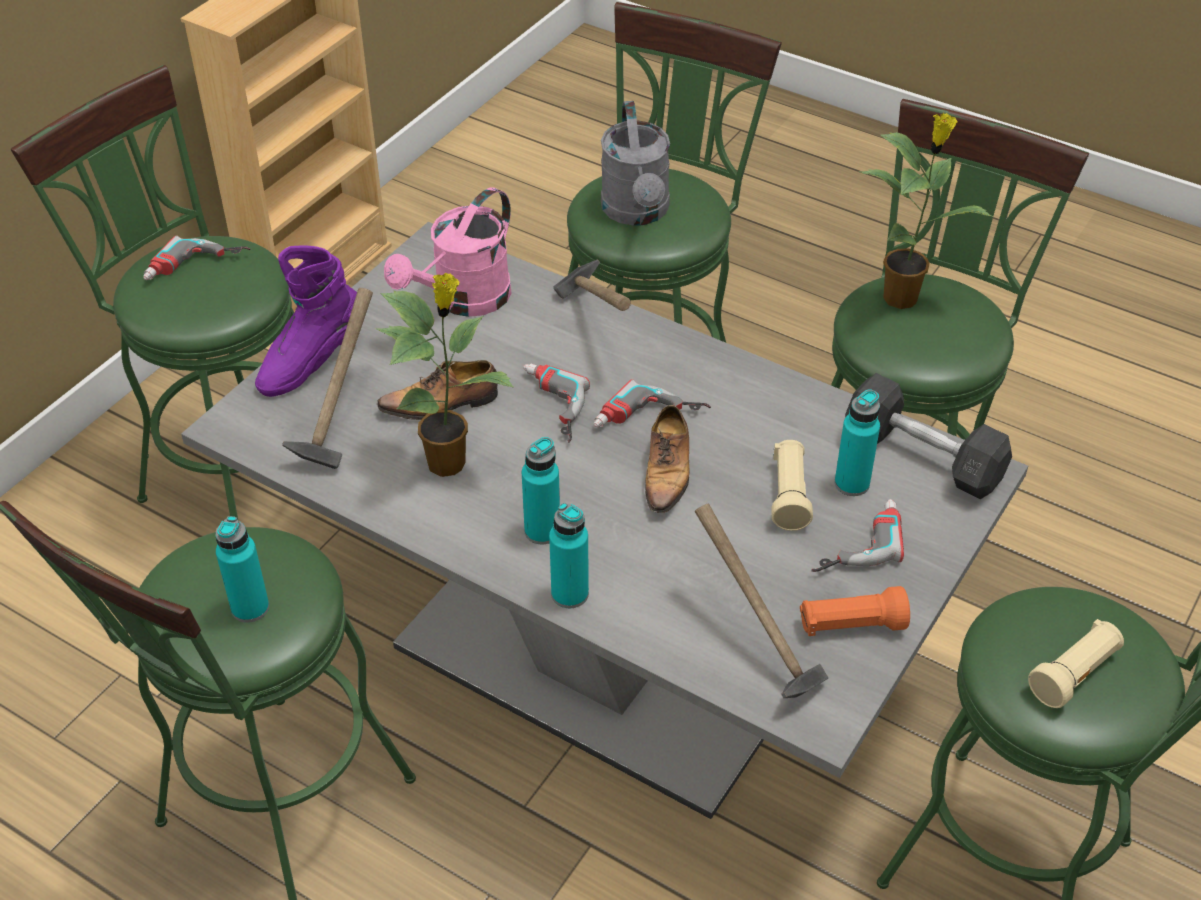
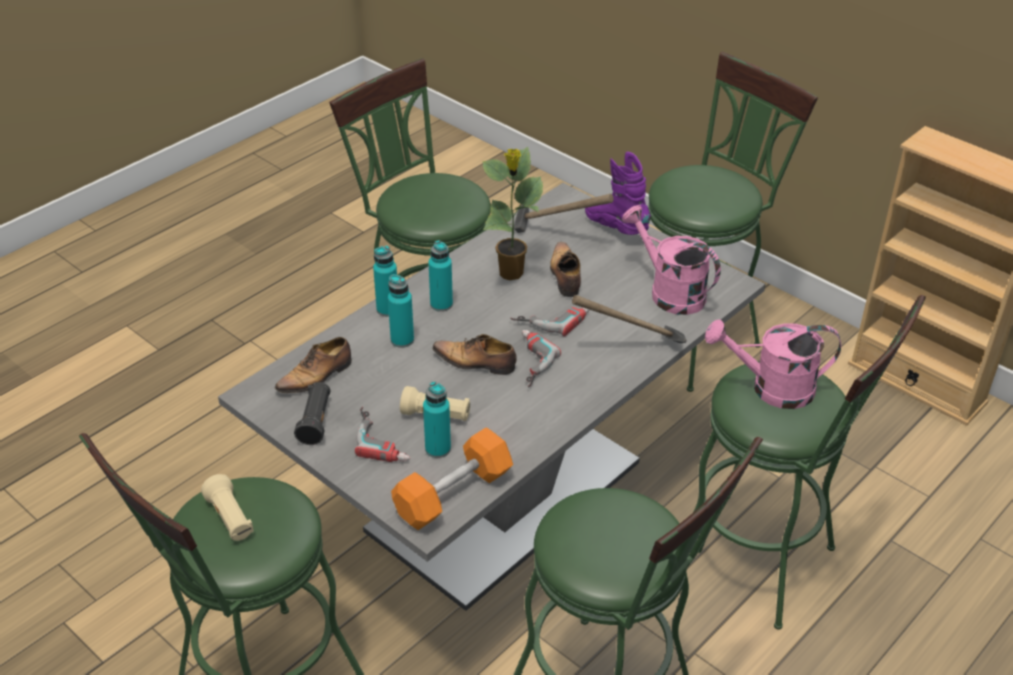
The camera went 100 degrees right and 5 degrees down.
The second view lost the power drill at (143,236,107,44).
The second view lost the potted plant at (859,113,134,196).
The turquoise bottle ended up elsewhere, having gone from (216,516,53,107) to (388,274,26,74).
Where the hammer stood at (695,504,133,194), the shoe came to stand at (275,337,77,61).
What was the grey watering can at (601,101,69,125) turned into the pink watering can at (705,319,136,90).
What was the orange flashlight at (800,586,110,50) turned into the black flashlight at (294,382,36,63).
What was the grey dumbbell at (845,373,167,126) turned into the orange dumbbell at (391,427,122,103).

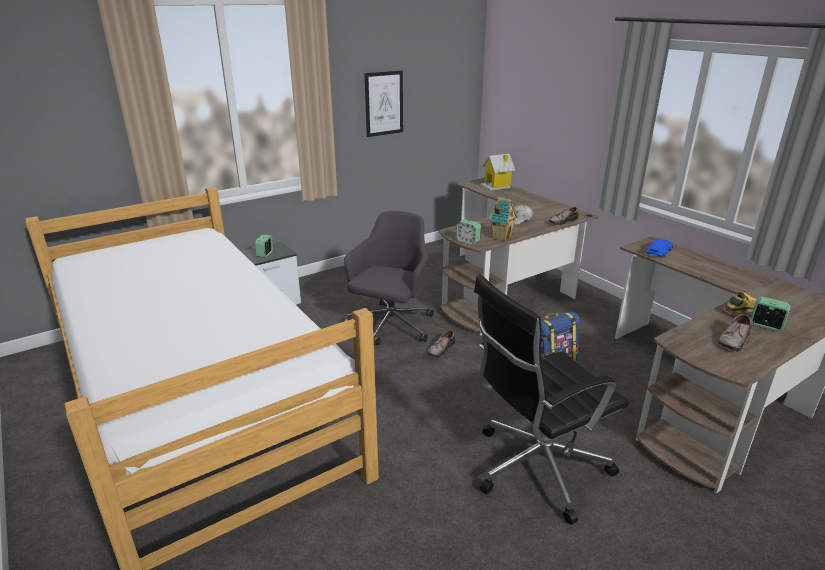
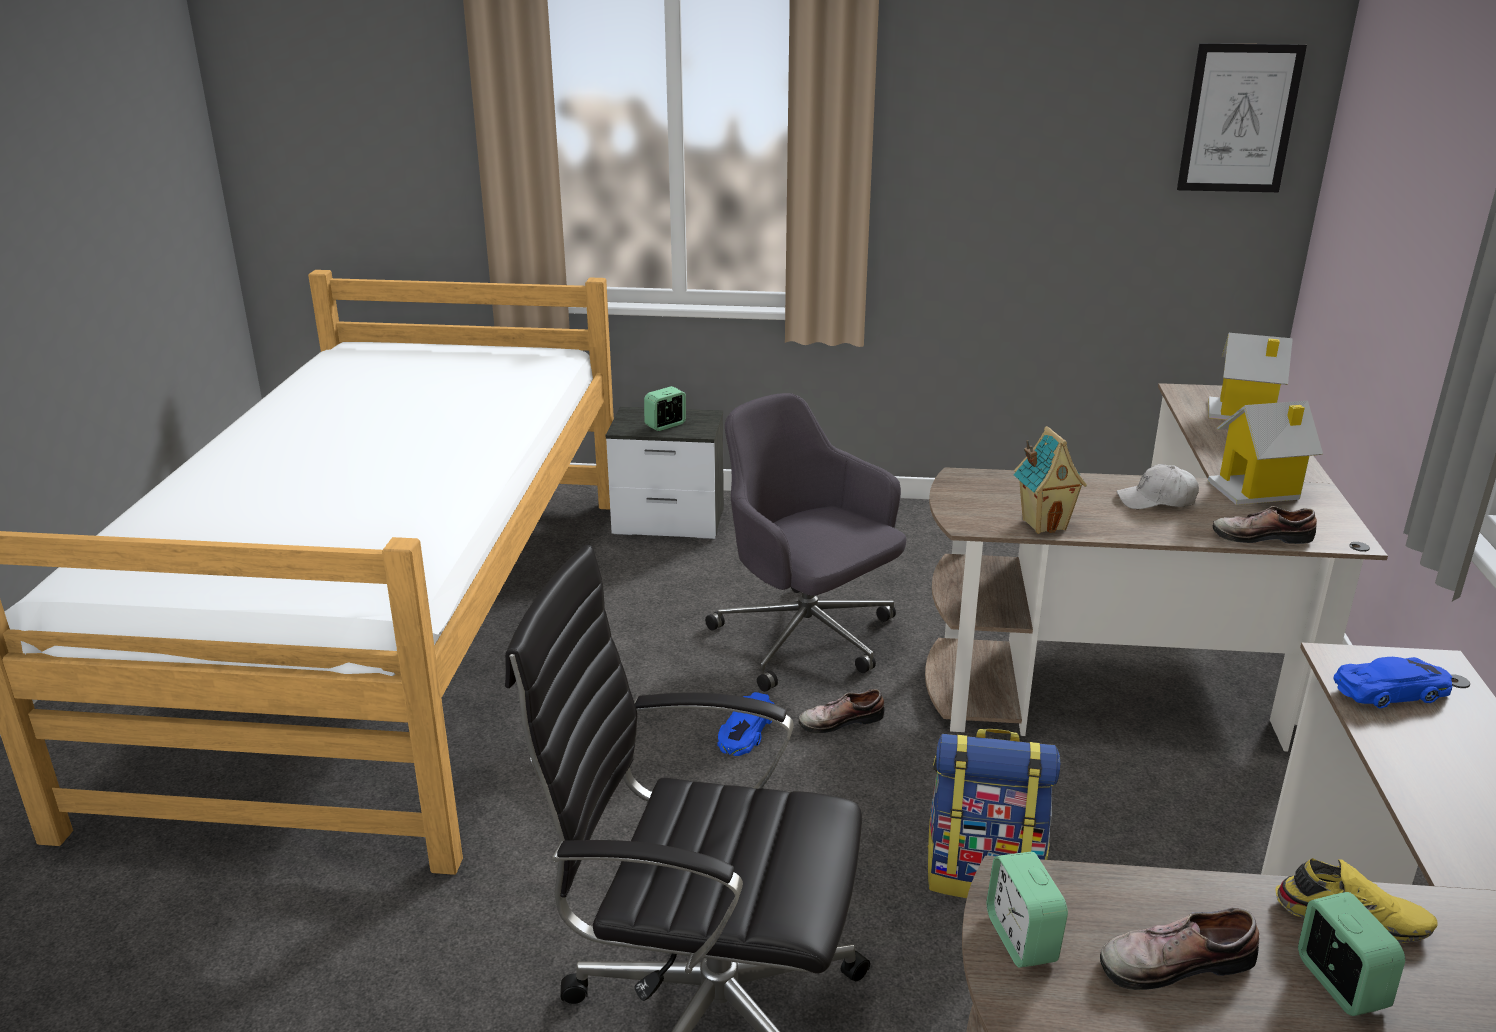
The camera went 40 degrees right and 0 degrees up.
The second view gained the blue toy car at (718,692,56,64).
The second view gained the toy house at (1208,401,115,104).
The picture ended up elsewhere, having gone from (364,70,39,67) to (1177,43,130,149).
The alarm clock ended up elsewhere, having gone from (456,219,25,25) to (987,852,81,116).
The grey office chair at (343,211,91,134) ended up facing another way, 105 degrees counterclockwise from before.

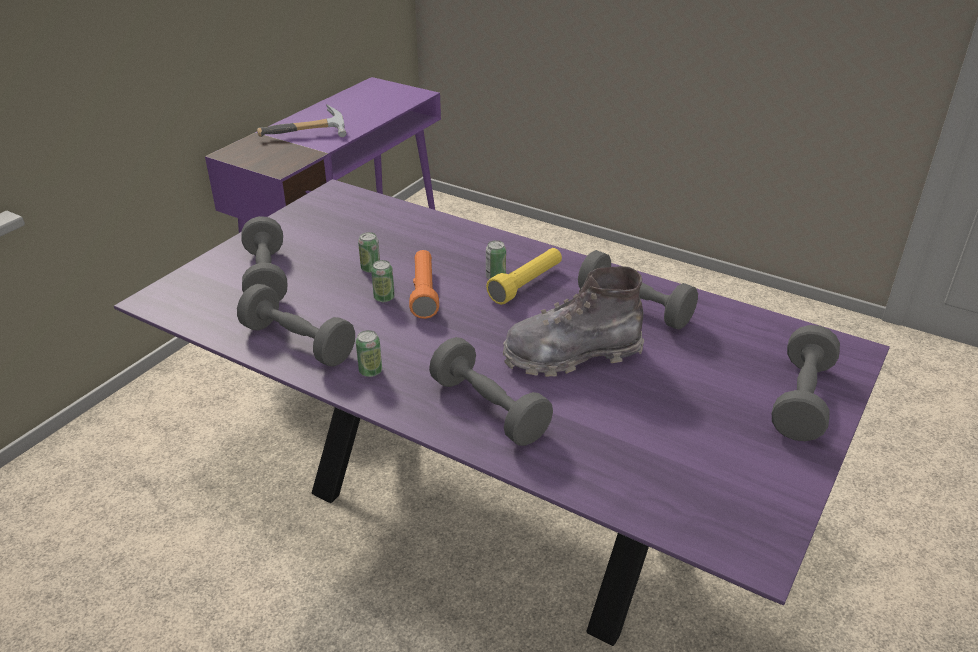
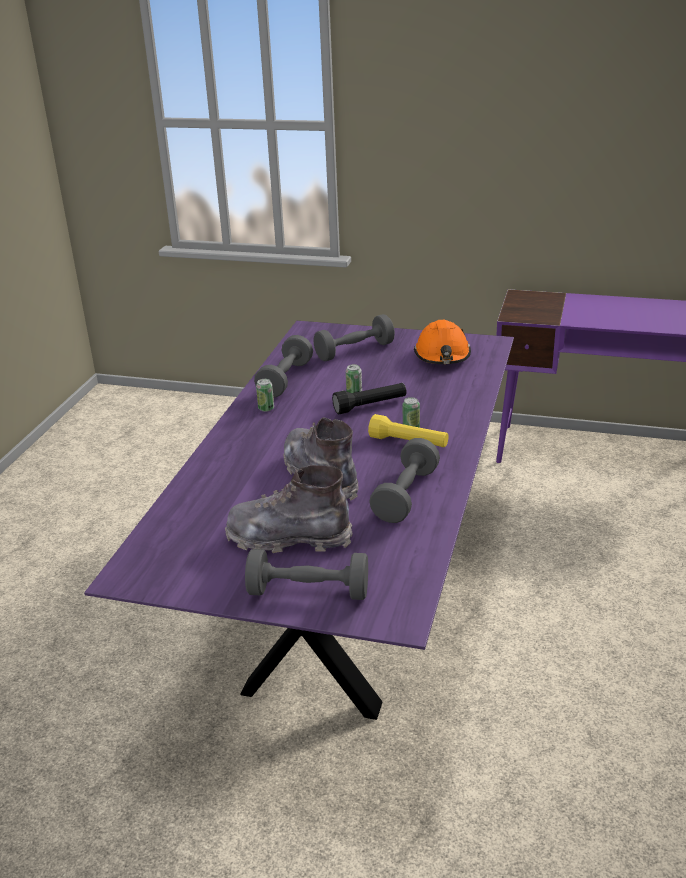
The camera went 75 degrees right and 5 degrees down.
The second view lost the hammer at (257,104,89,33).
The second view lost the can at (358,232,22,41).
The second view lost the grey dumbbell at (429,337,124,109).
The second view gained the grey boot at (225,465,128,88).
The second view gained the orange hard hat at (414,320,57,44).
What was the orange flashlight at (409,250,30,69) turned into the black flashlight at (332,383,75,32).

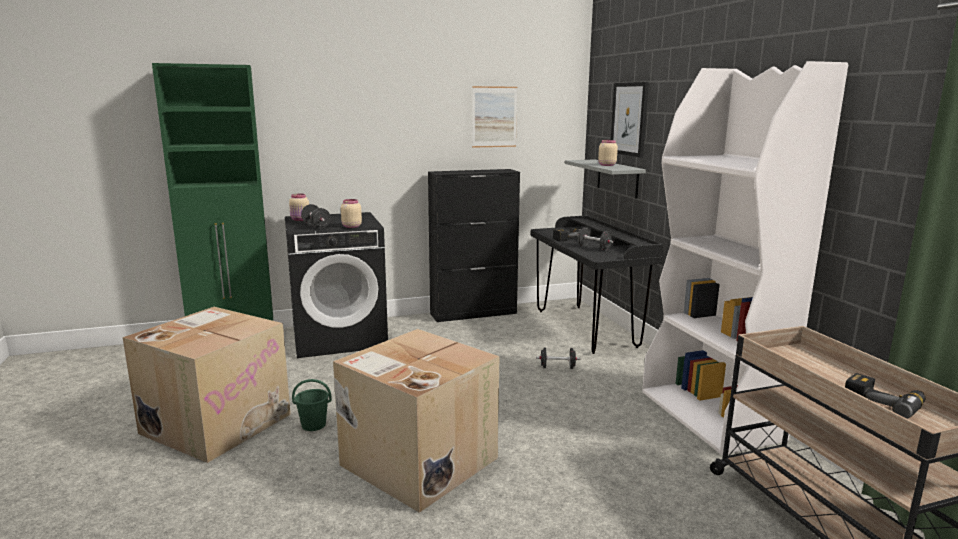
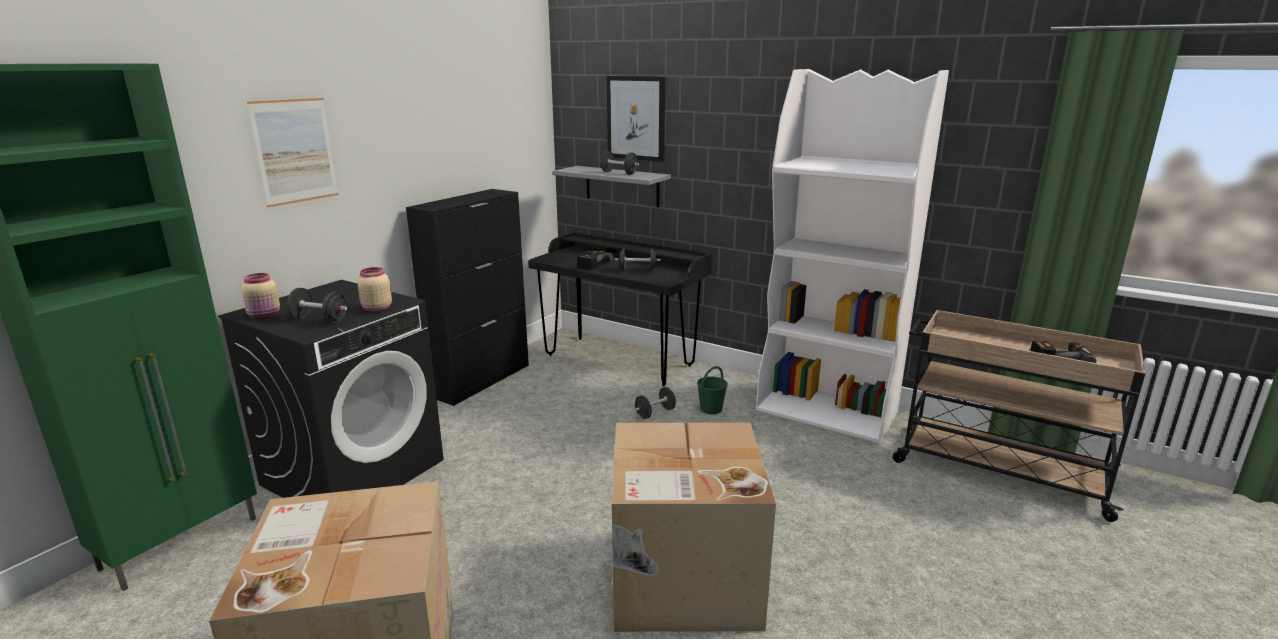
The camera went 40 degrees left and 5 degrees up.
The green bucket ended up elsewhere, having gone from (292,379,40,52) to (697,366,31,49).
The picture ended up elsewhere, having gone from (472,86,45,62) to (247,98,92,109).
Where the beige jar stood at (598,140,20,26), the black dumbbell came to stand at (600,151,39,24).

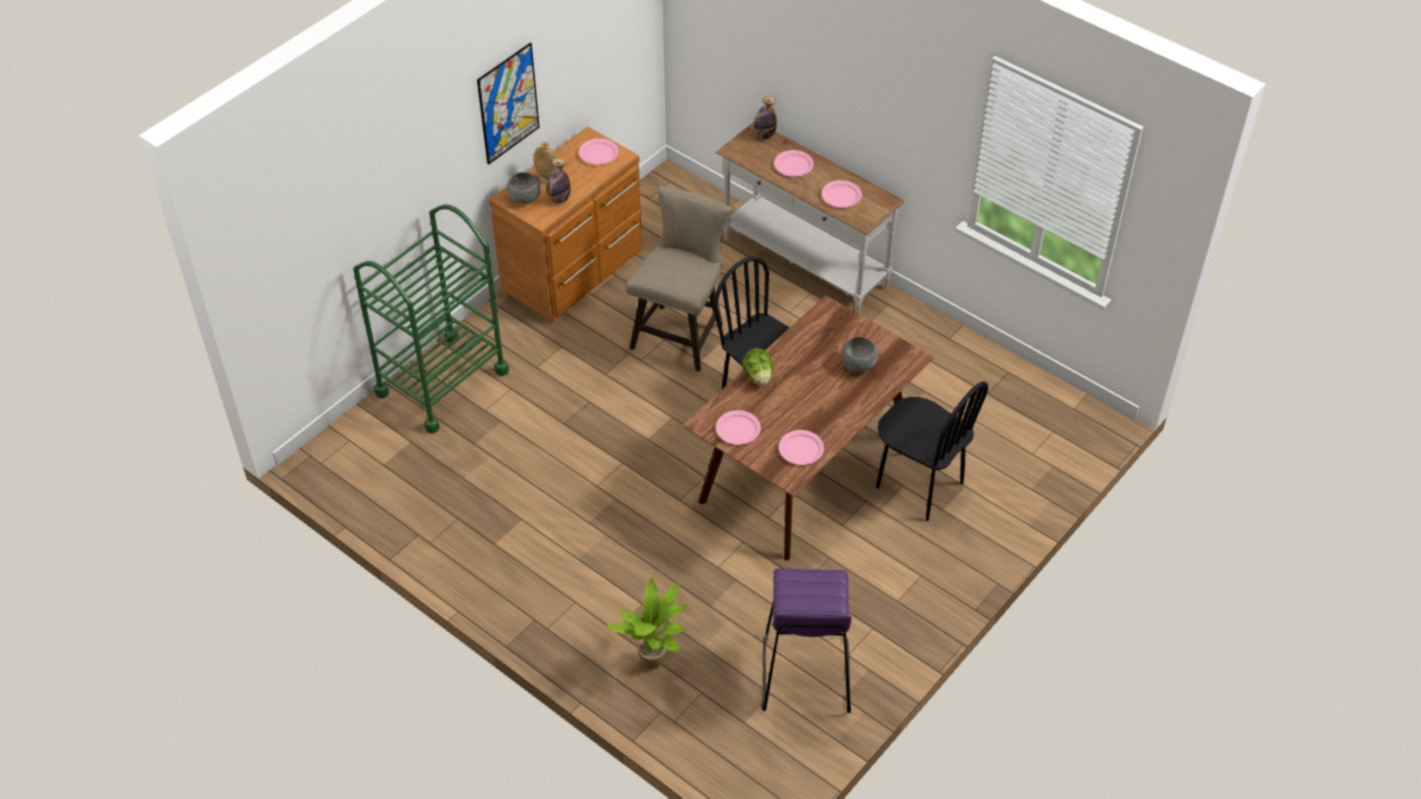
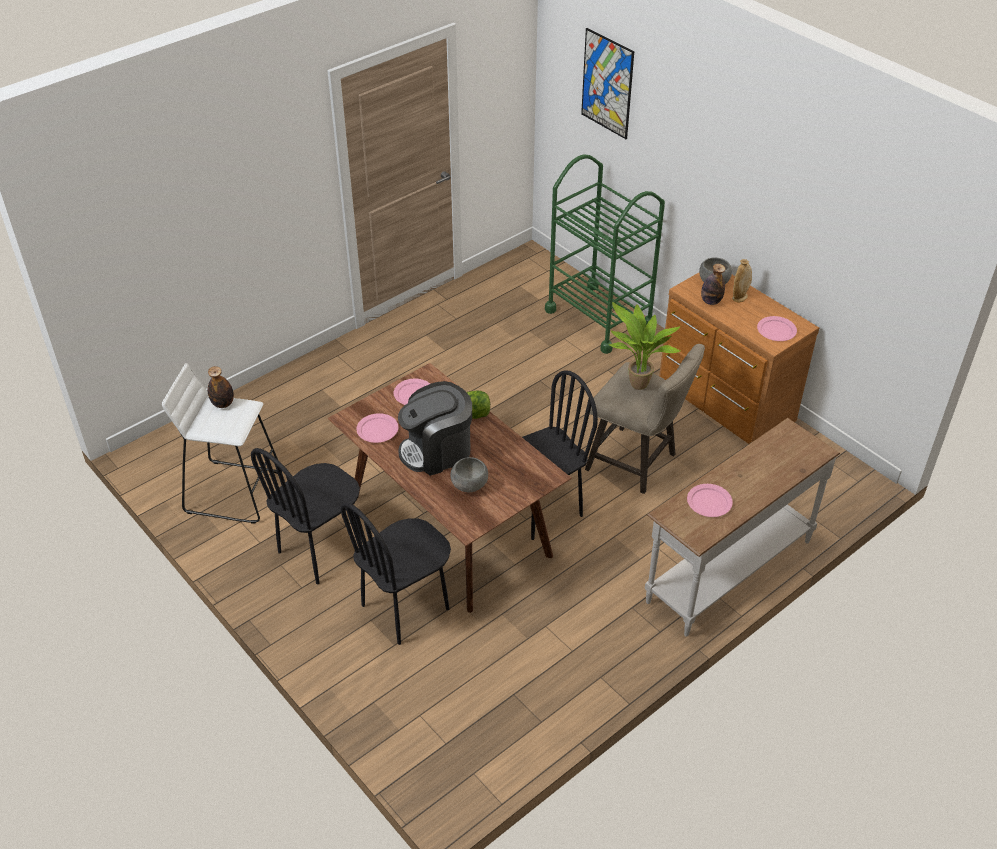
The camera went 100 degrees right and 5 degrees down.
The second view lost the pink plate at (774,150,40,27).
The second view gained the black chair at (251,448,111,137).
The second view gained the coffee machine at (398,381,74,95).
The picture ended up elsewhere, having gone from (477,43,63,122) to (581,28,53,111).
The potted plant ended up elsewhere, having gone from (606,578,81,91) to (609,302,71,88).
The bottle ended up elsewhere, having gone from (753,96,24,43) to (208,366,26,42).
What was the purple stool at (762,568,90,145) turned into the white stool at (162,363,120,161).

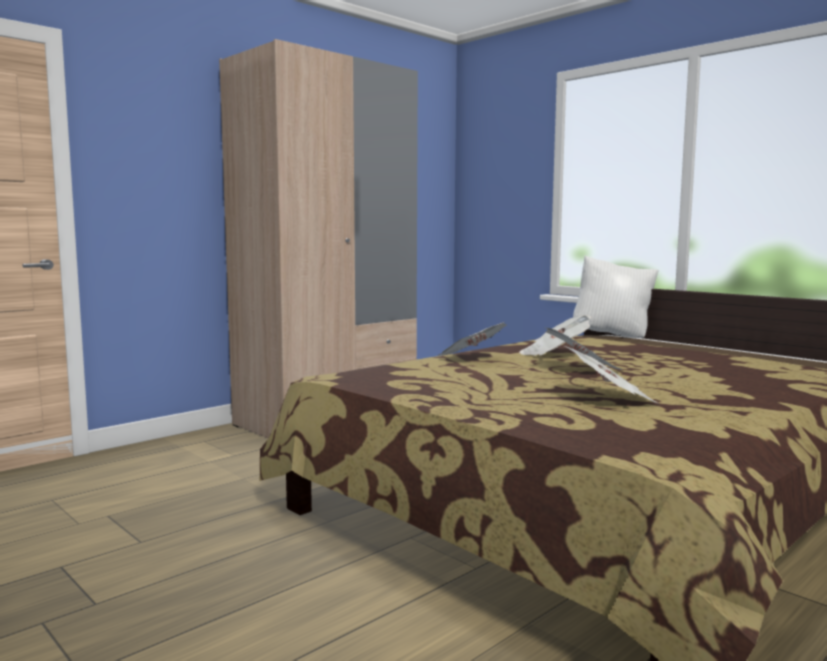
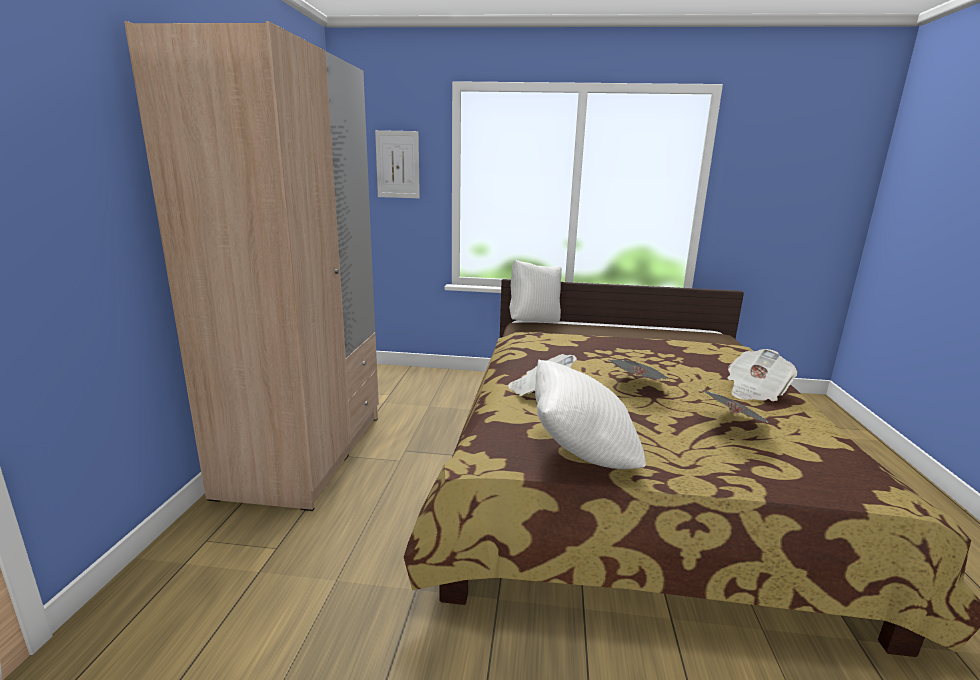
The camera went 40 degrees left and 10 degrees up.
The second view gained the picture at (375,130,45,68).
The second view gained the white pillow at (535,360,111,109).
The newspaper ended up elsewhere, having gone from (519,315,73,41) to (727,349,70,52).

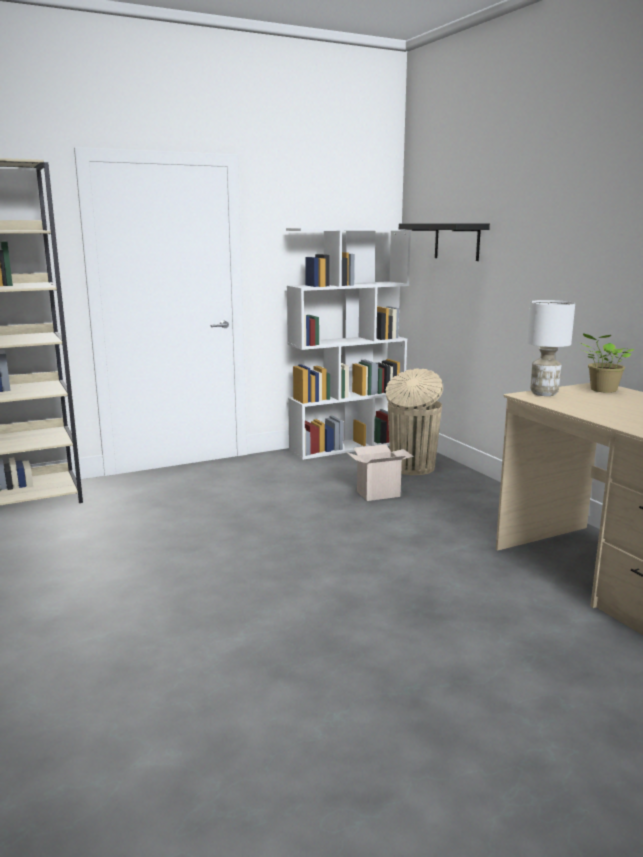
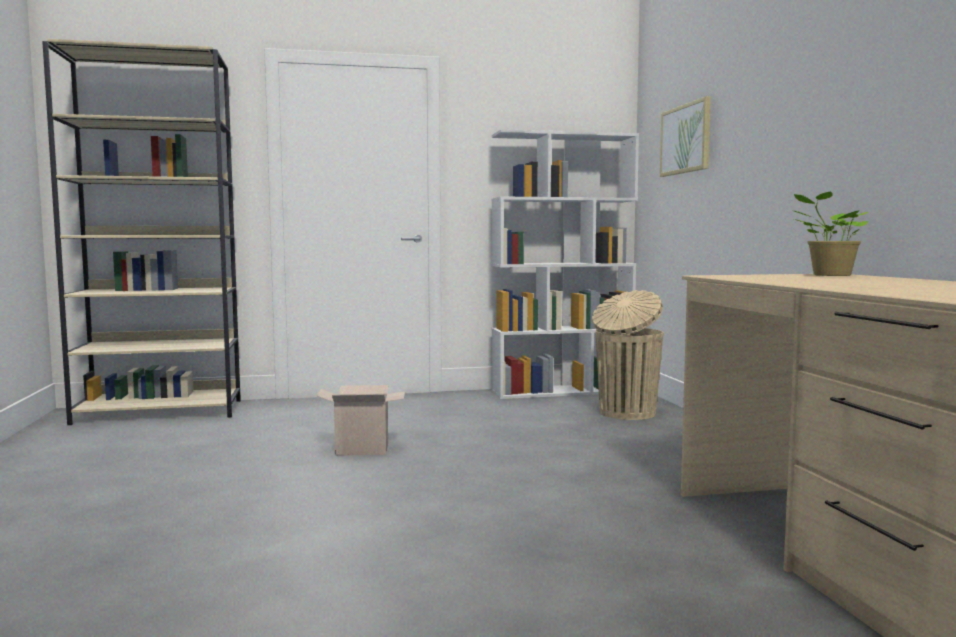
The camera went 15 degrees right and 10 degrees down.
The second view lost the white table lamp at (526,300,49,96).
The cardboard box ended up elsewhere, having gone from (346,444,68,57) to (316,385,89,71).
Where the black shelf hung at (399,223,91,38), the picture came to hang at (660,96,51,81).

